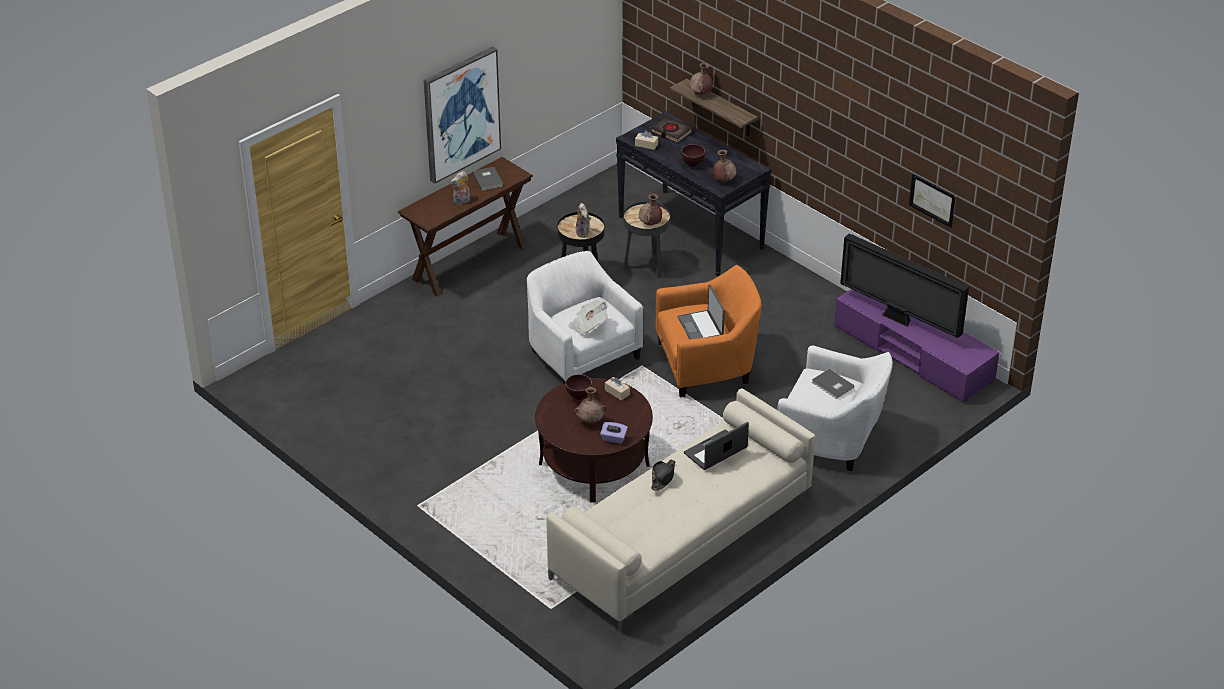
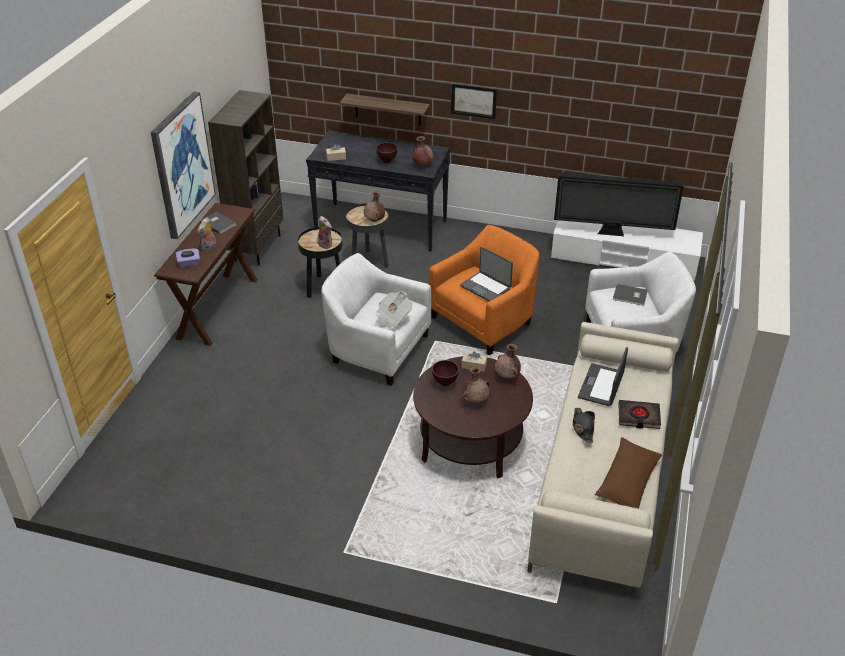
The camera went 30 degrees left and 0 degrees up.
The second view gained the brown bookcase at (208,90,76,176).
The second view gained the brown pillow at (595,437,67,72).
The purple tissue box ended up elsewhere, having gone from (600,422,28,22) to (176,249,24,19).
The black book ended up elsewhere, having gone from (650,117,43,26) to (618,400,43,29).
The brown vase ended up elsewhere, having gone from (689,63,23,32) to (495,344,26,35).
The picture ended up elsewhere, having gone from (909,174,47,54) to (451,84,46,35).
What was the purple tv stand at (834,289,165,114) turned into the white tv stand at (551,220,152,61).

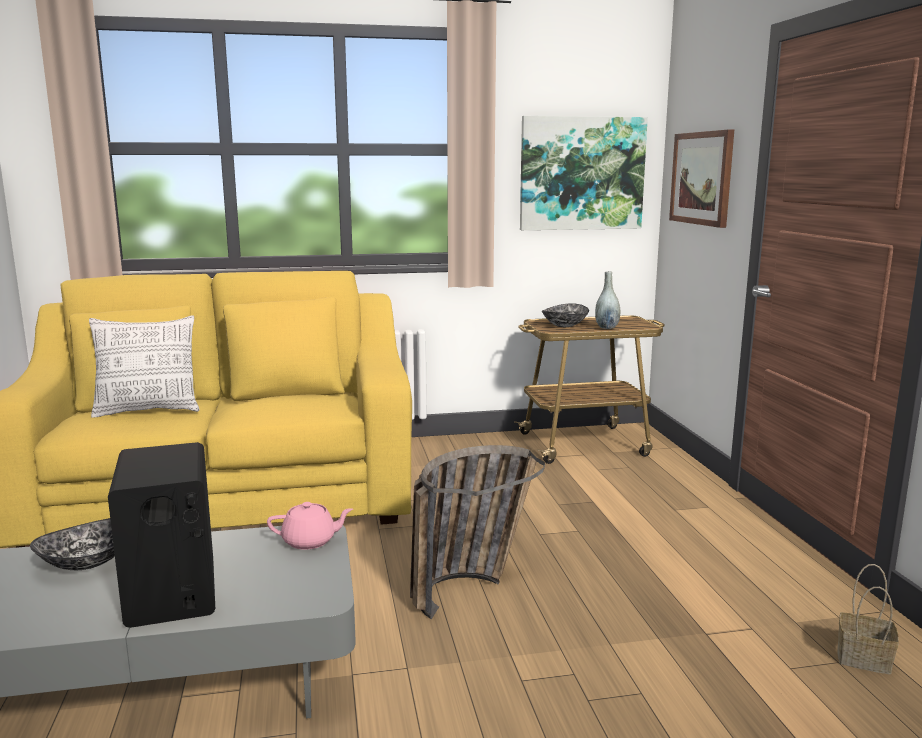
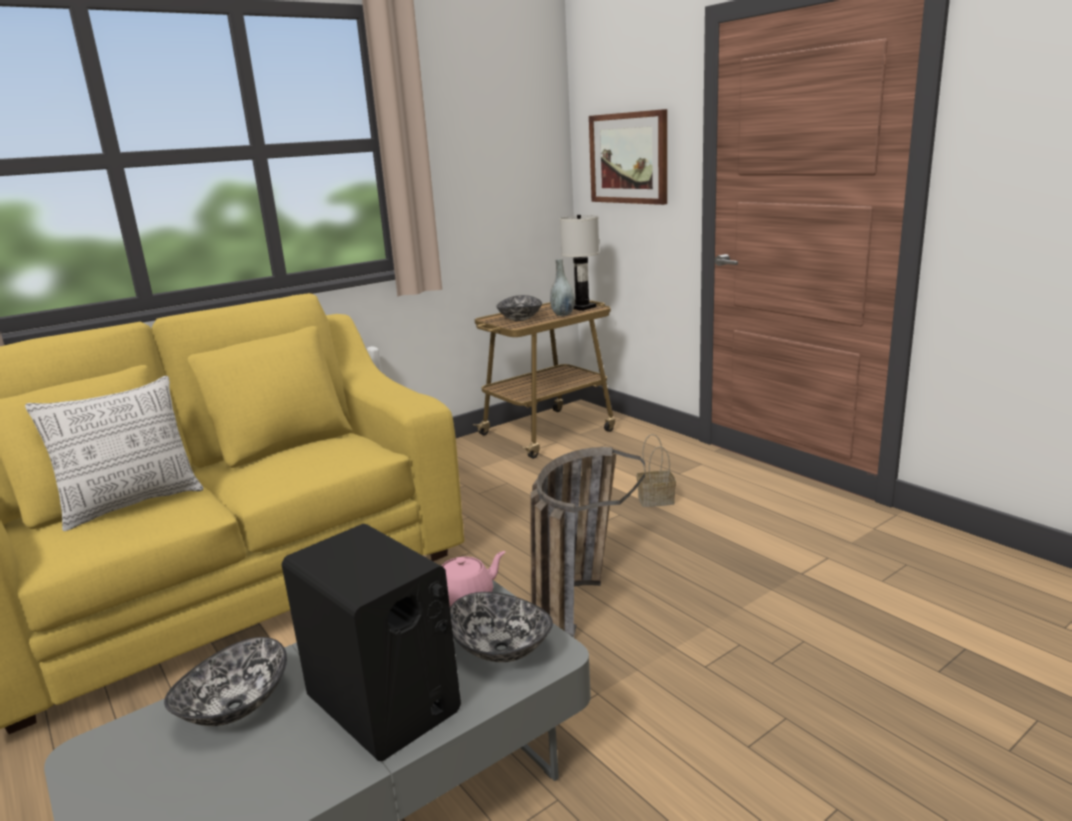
The camera went 25 degrees left and 5 degrees up.
The second view lost the picture at (520,116,128,114).
The second view gained the bowl at (450,592,103,70).
The second view gained the white table lamp at (560,215,40,96).
The basket ended up elsewhere, having gone from (837,564,62,110) to (636,434,40,73).

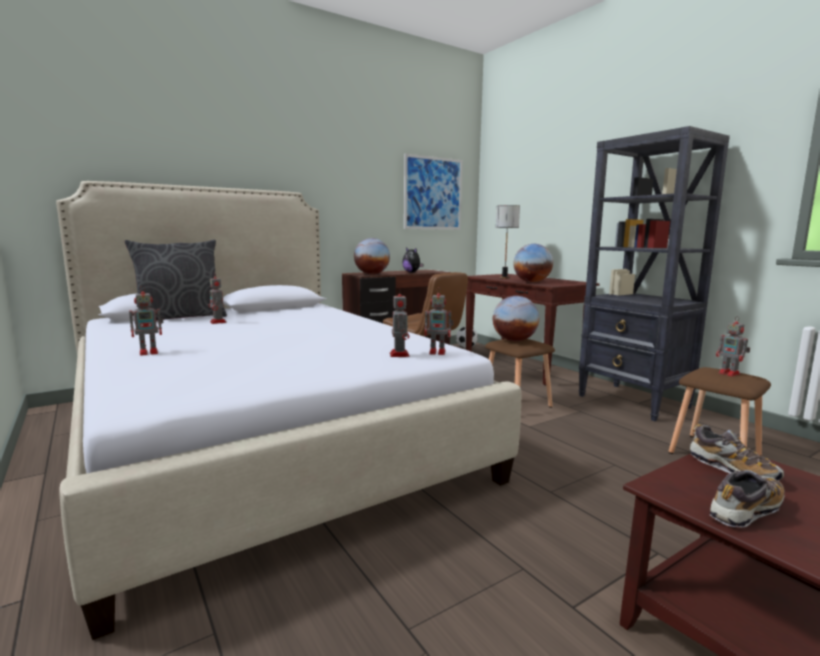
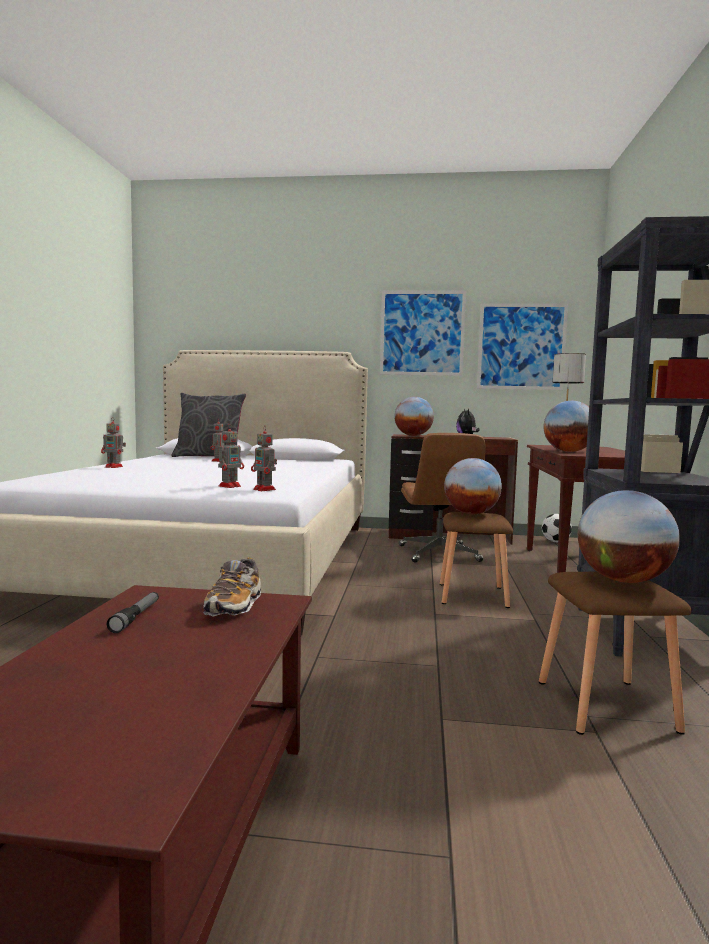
The camera went 40 degrees right and 5 degrees down.
The second view gained the picture at (380,290,86,86).
Where the shoe stood at (709,470,76,58), the flashlight came to stand at (107,592,52,41).
Where the toy robot stood at (716,316,34,61), the globe came to stand at (578,490,102,93).

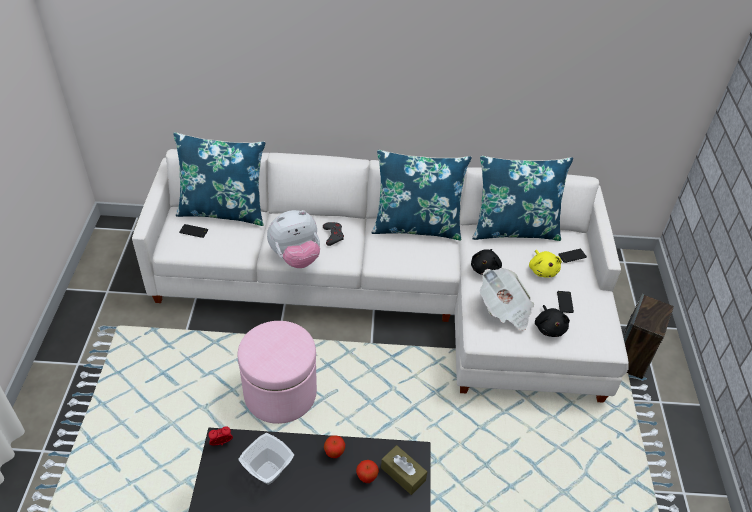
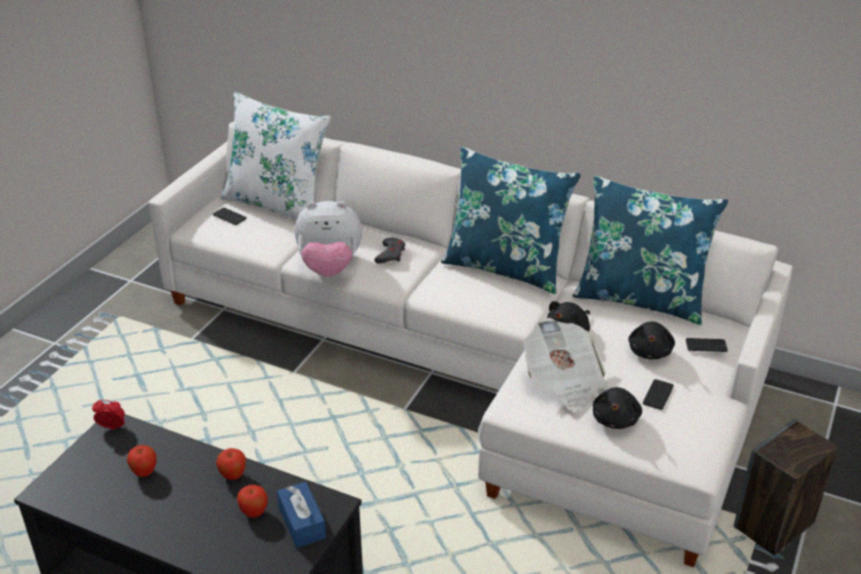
The camera went 25 degrees right and 10 degrees down.
The second view lost the pink ottoman at (238,321,79,103).
Where the bowl stood at (238,433,56,52), the apple came to stand at (127,445,30,32).
What was the blue pillow at (173,132,93,94) turned into the white pillow at (221,92,110,128).
What was the brown tissue box at (381,445,46,50) turned into the blue tissue box at (277,482,49,66).
What was the yellow plush toy at (529,250,33,28) turned into the black plush toy at (628,321,47,38).

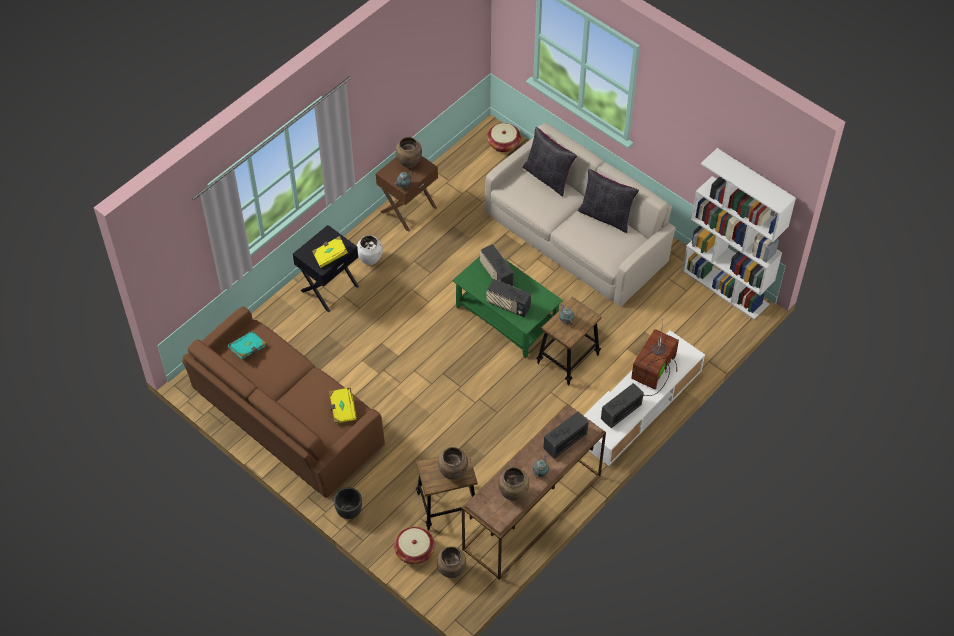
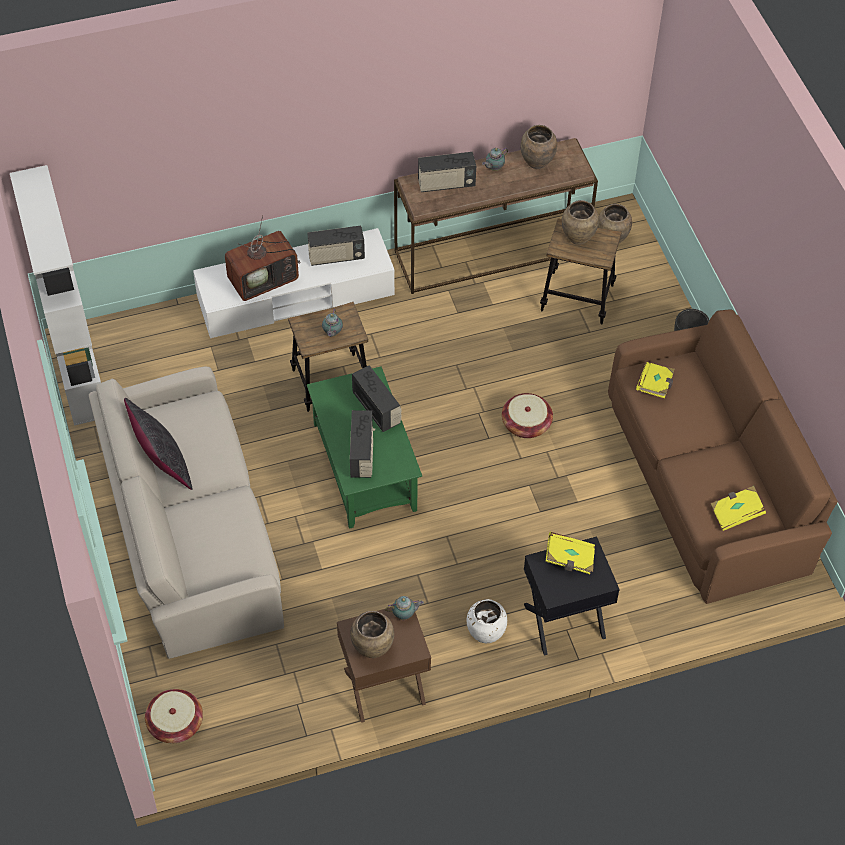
The camera went 150 degrees left and 0 degrees up.
The second view lost the black pillow at (523,127,54,70).
The basket ended up elsewhere, having gone from (394,527,41,38) to (502,393,51,45).
What was the turquoise book at (228,332,38,27) turned into the yellow book at (710,486,56,45).

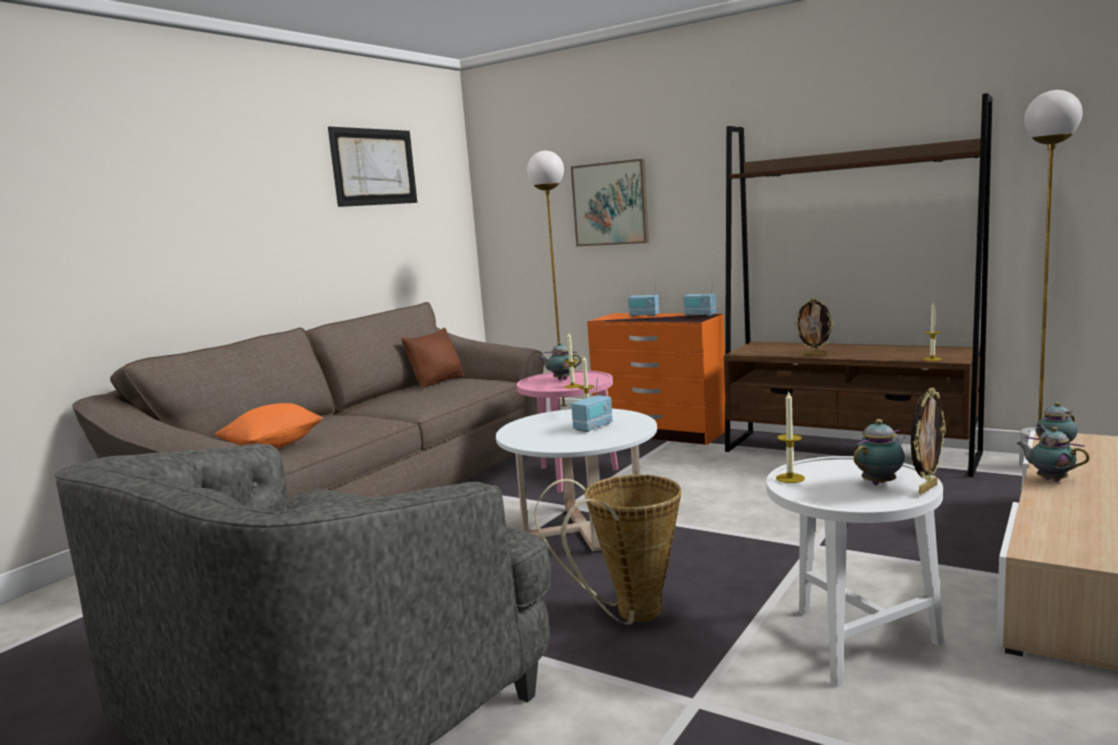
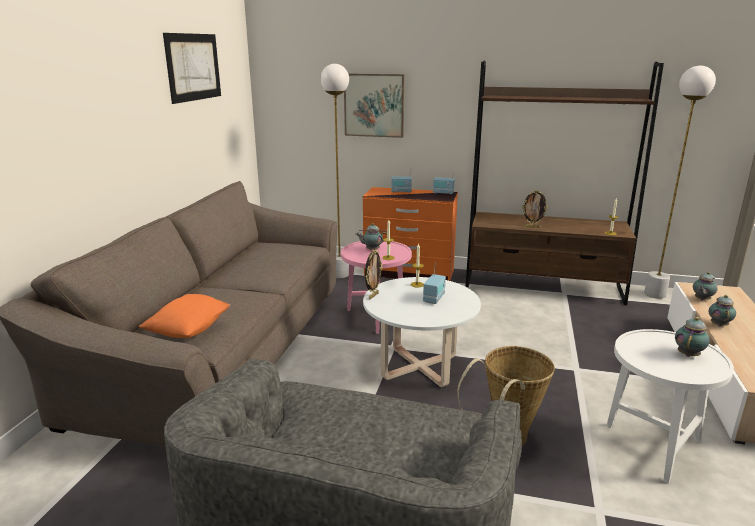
The camera went 20 degrees left and 10 degrees up.
The second view lost the brown pillow at (402,328,62,61).
The second view lost the candle at (776,390,29,93).
The picture frame ended up elsewhere, having gone from (911,387,35,108) to (365,249,17,50).
The teapot at (1017,427,73,55) ended up facing another way, 75 degrees clockwise from before.

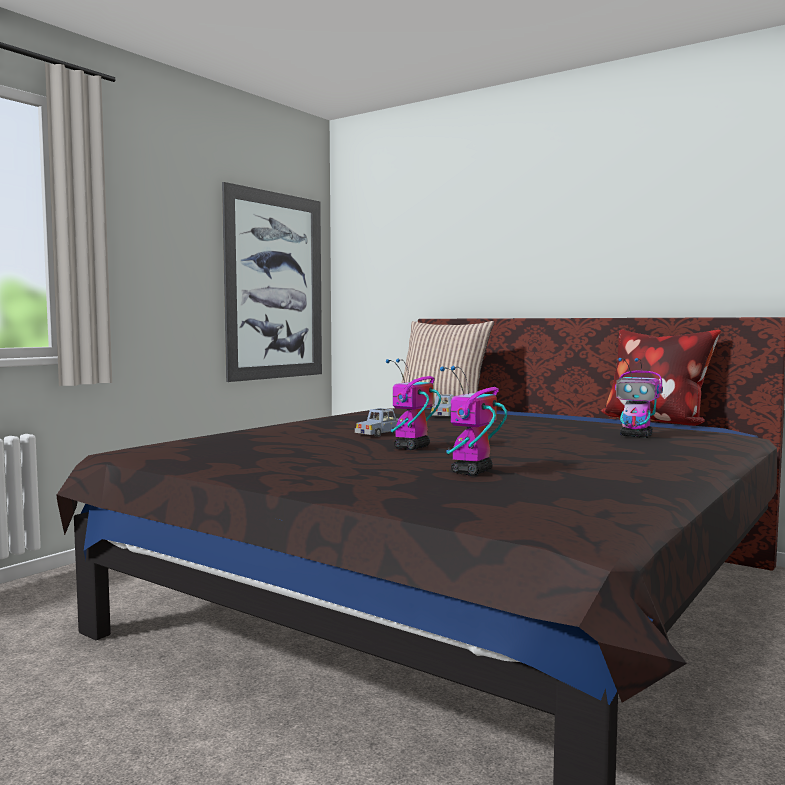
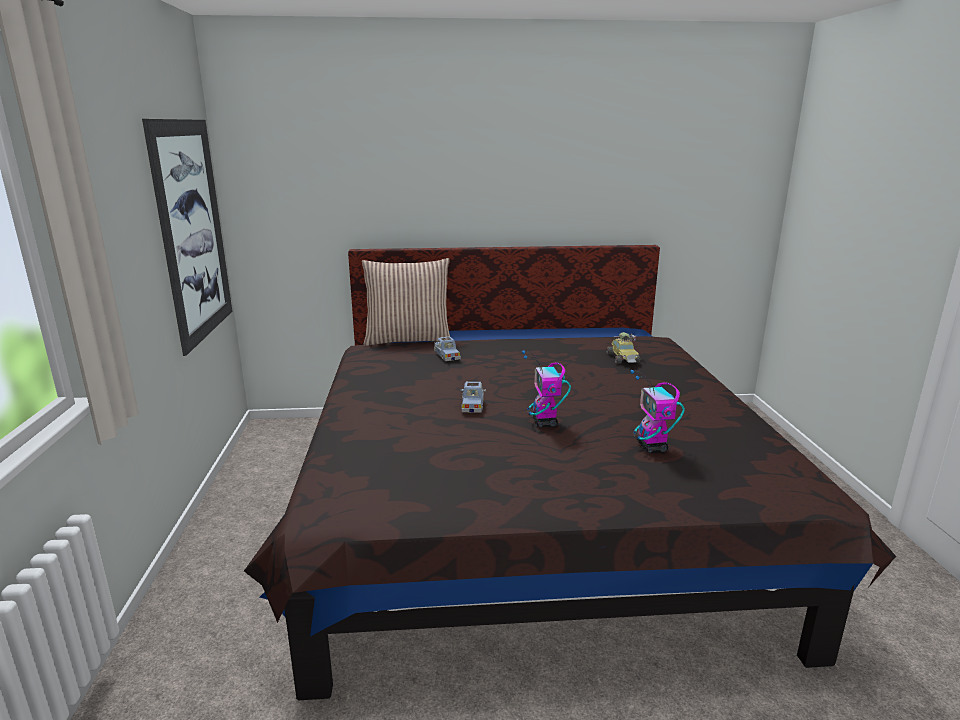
The camera went 40 degrees left and 15 degrees up.
The second view lost the pillow at (601,330,120,96).
Where the toy robot stood at (615,358,48,80), the toy car came to stand at (606,332,34,32).

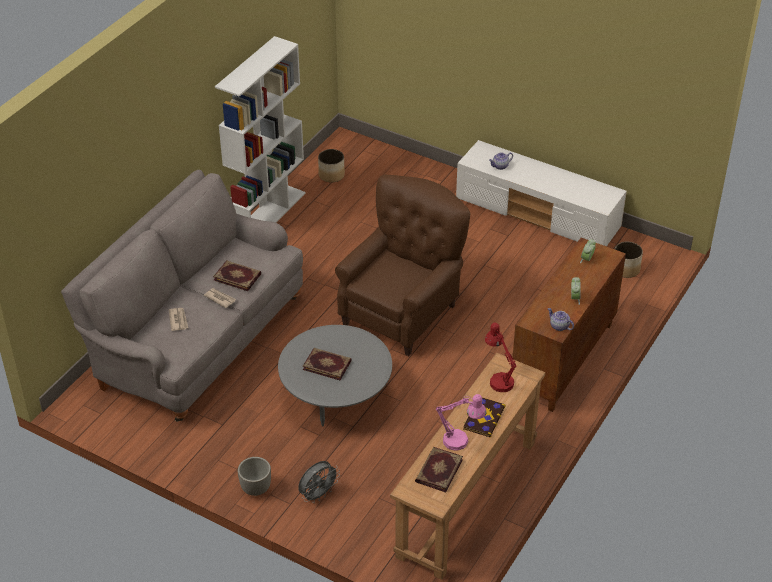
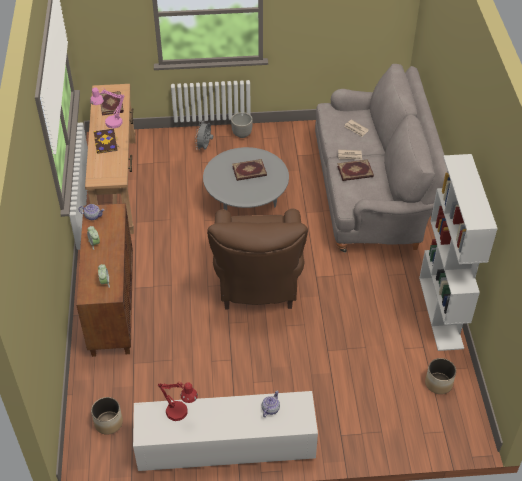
The camera went 145 degrees right and 5 degrees up.
The red table lamp ended up elsewhere, having gone from (485,322,32,70) to (158,382,40,39).

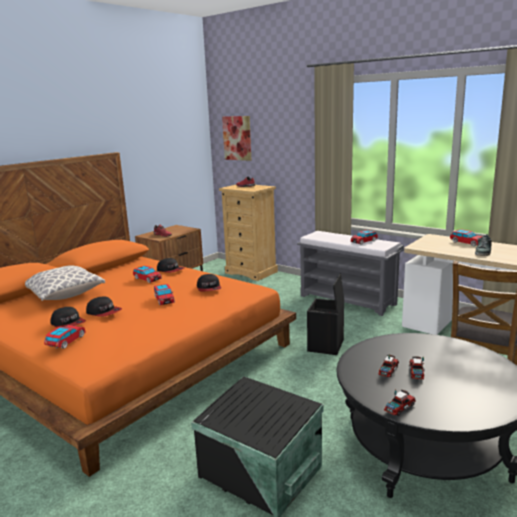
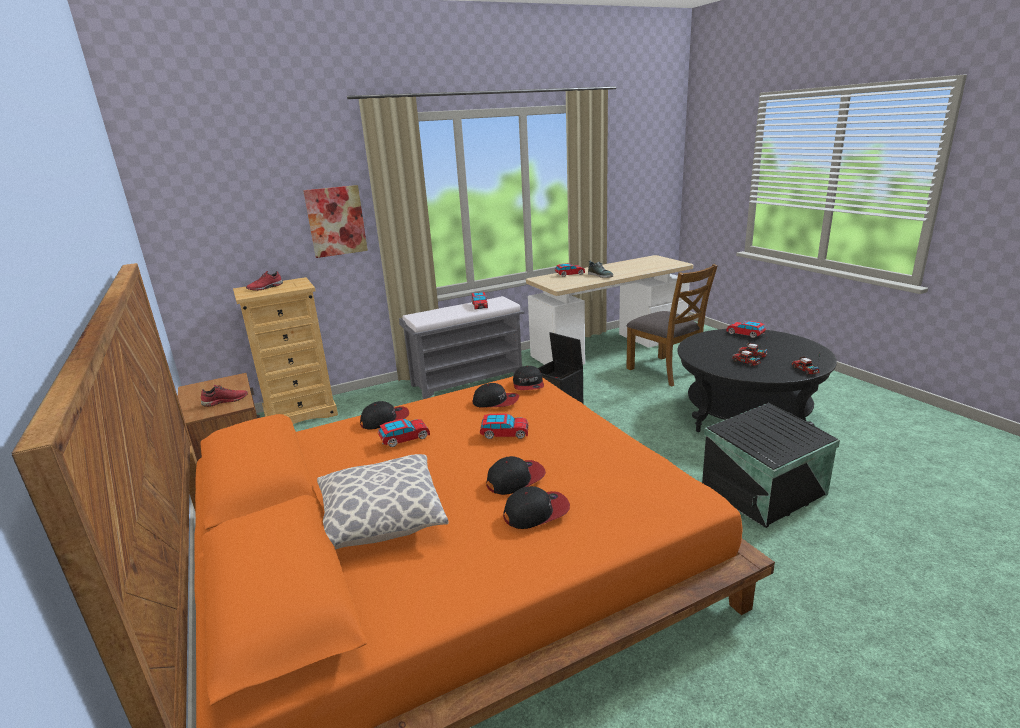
The camera went 65 degrees left and 5 degrees up.
The second view gained the cap at (513,366,31,24).
The toy car ended up elsewhere, having gone from (44,325,42,24) to (727,321,39,17).
The picture ended up elsewhere, having gone from (222,116,29,45) to (303,185,65,73).

